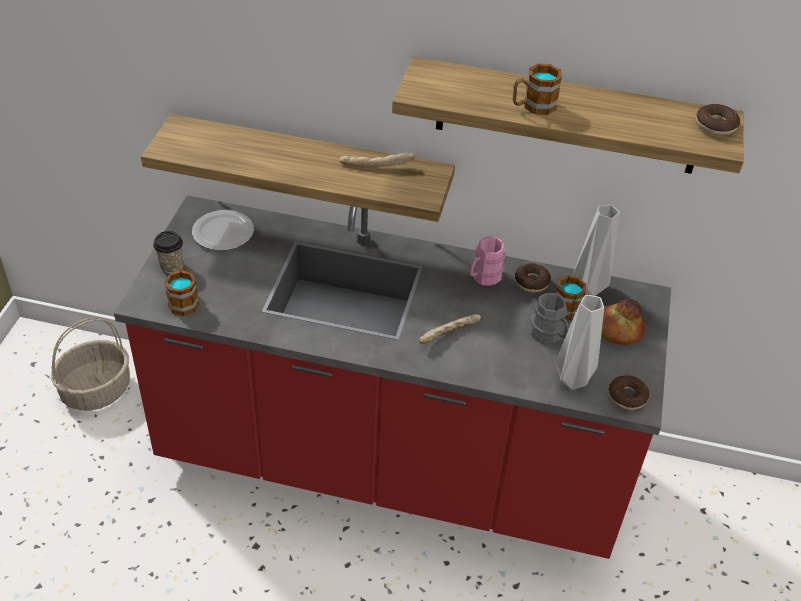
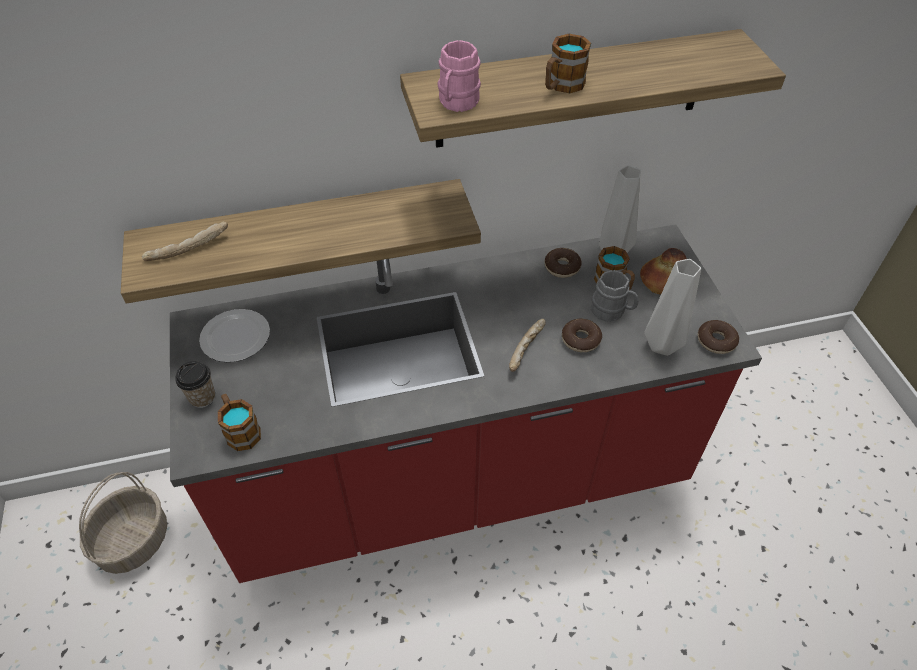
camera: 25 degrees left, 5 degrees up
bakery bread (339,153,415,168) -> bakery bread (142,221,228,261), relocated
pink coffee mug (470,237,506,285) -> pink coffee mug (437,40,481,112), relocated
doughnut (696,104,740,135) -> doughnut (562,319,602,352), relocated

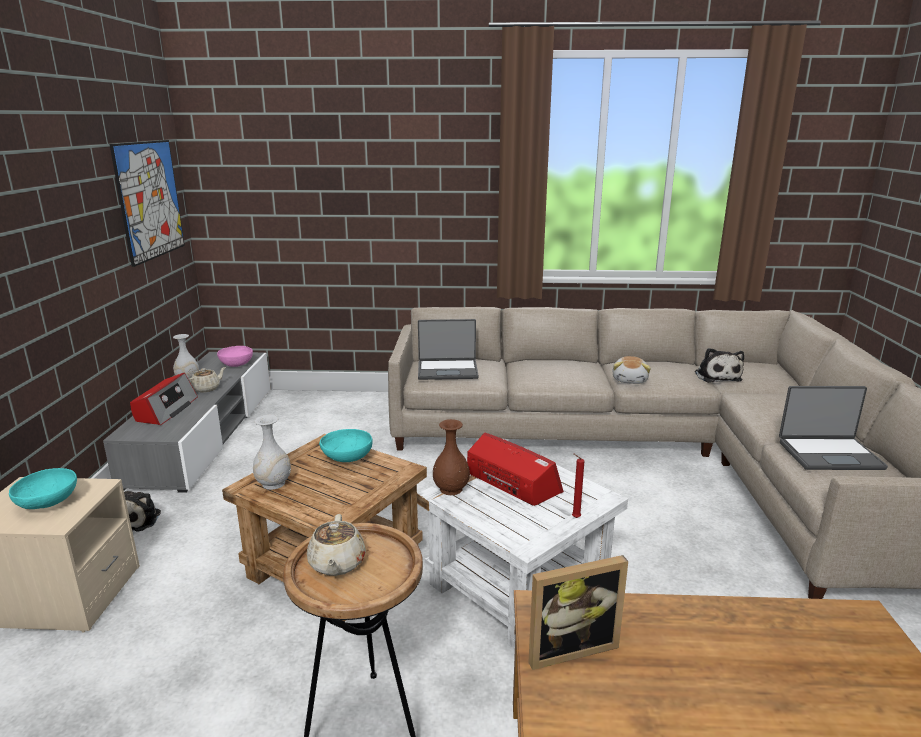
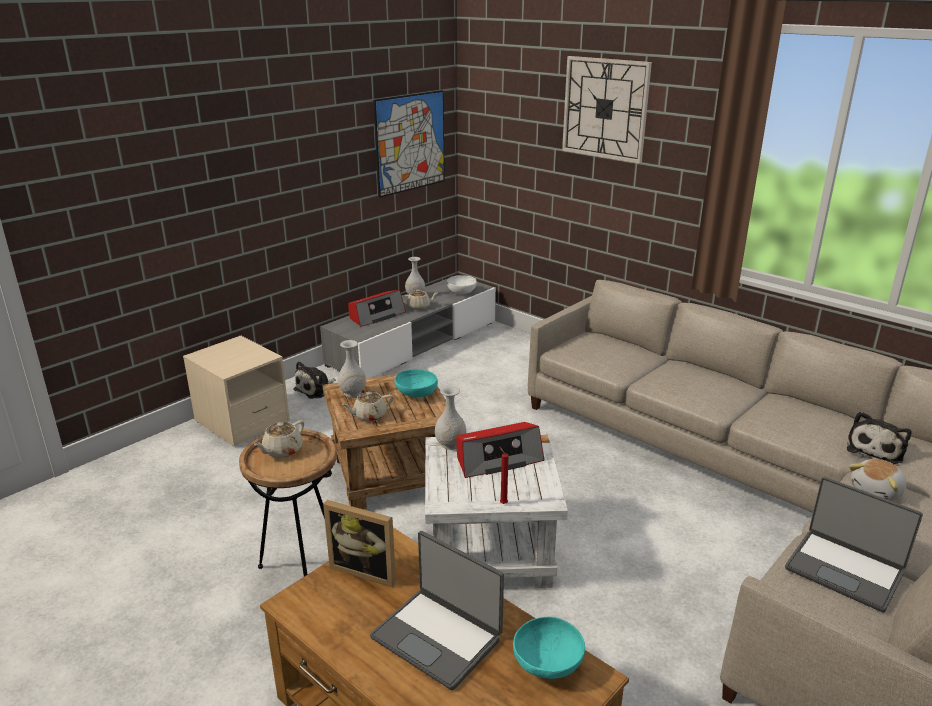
camera: 40 degrees right, 5 degrees up
none -> beige-coloured teapot (342,392,393,422)
portable computer (418,319,479,380) -> portable computer (370,531,504,690), relocated
brown-coloured decorative vase (433,419,470,495) -> white-coloured decorative vase (435,386,466,450)
pink bowl (217,346,253,367) -> white-coloured bowl (447,275,477,294)
radio set (467,433,564,506) -> radio set (456,422,544,478), 75 degrees clockwise
turquoise-coloured bowl (9,468,77,509) -> turquoise-coloured bowl (513,617,585,679), relocated
none -> hanging clock (562,56,652,164)
soft toy (613,356,651,384) -> soft toy (849,459,907,501), relocated

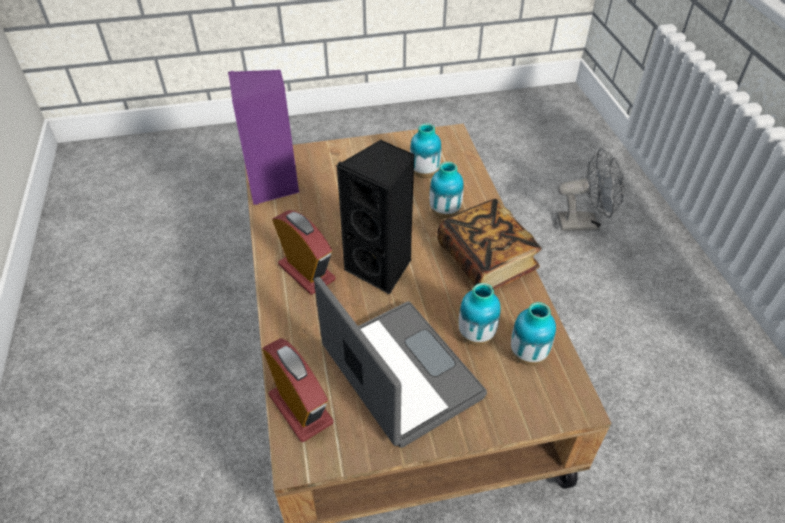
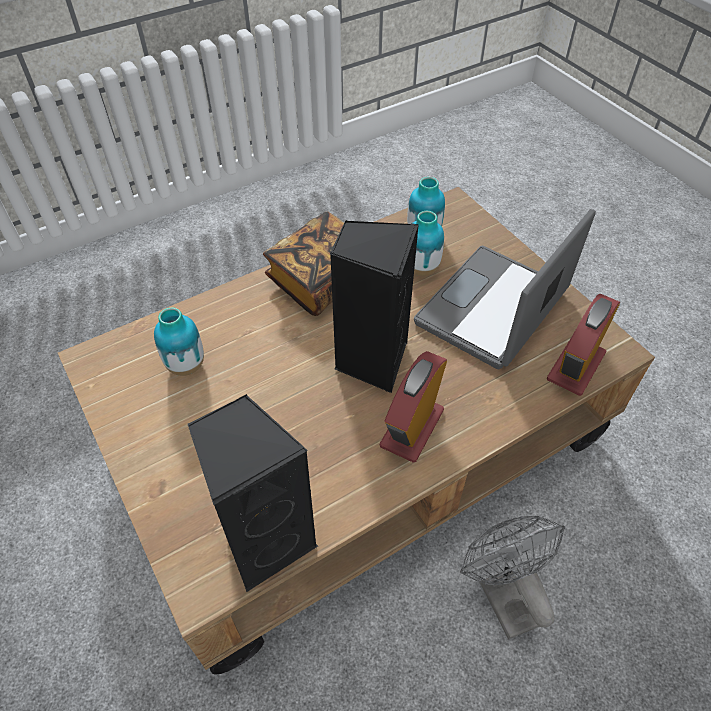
camera: 110 degrees left, 5 degrees up
purple-coloured speaker (228,70,299,205) -> black speaker (188,394,318,592)
gray fan (557,148,624,231) -> gray fan (460,516,565,639), relocated
decorative vase (430,162,464,219) -> none

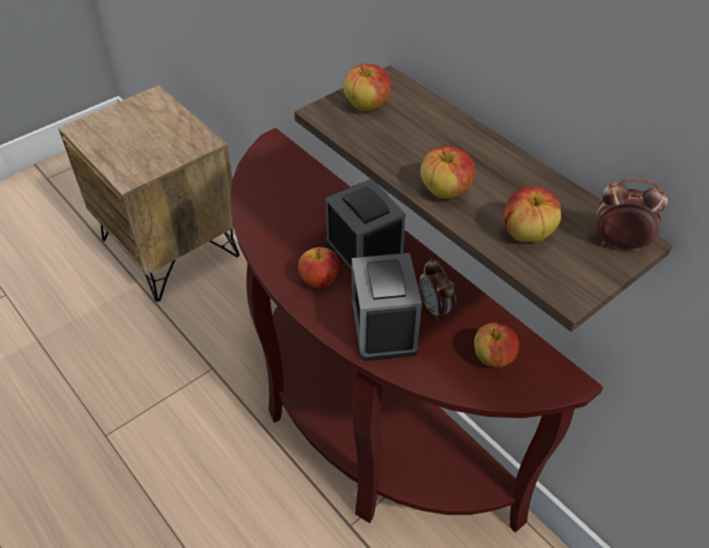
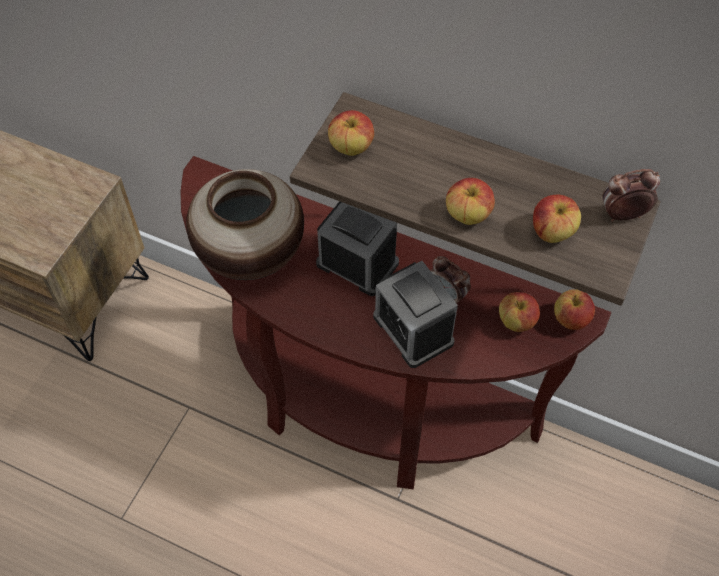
camera: 25 degrees left, 10 degrees up
none -> decorative vase (186,169,304,280)
whole apple (298,247,339,288) -> whole apple (554,289,595,330), relocated

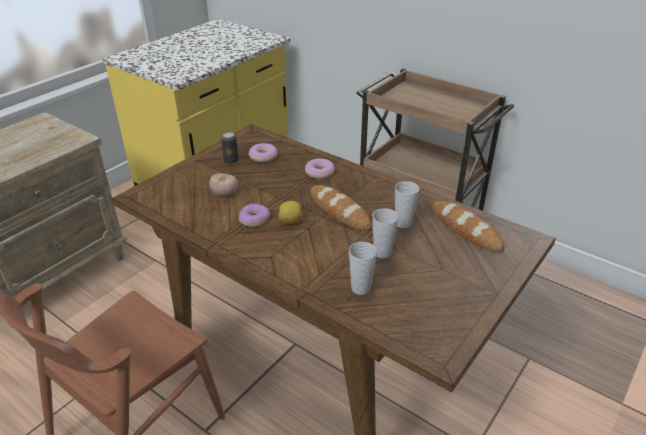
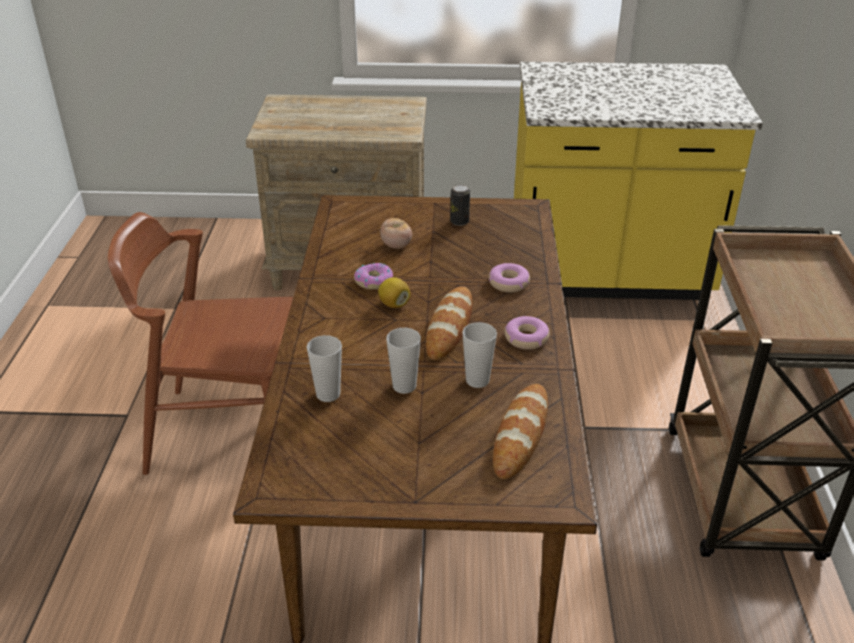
camera: 55 degrees right, 0 degrees up
doughnut (249,143,278,162) -> doughnut (504,316,550,349), relocated

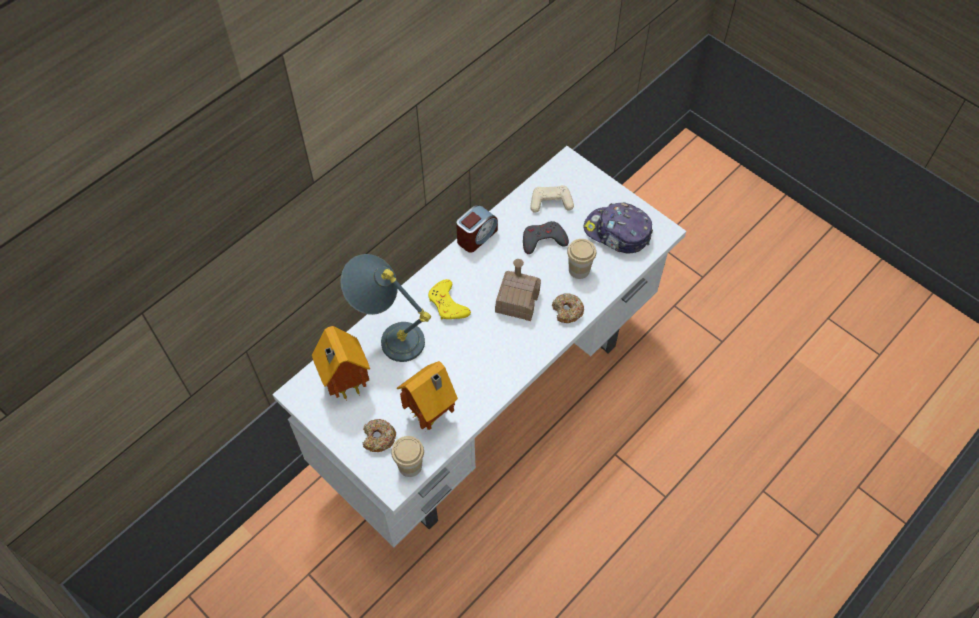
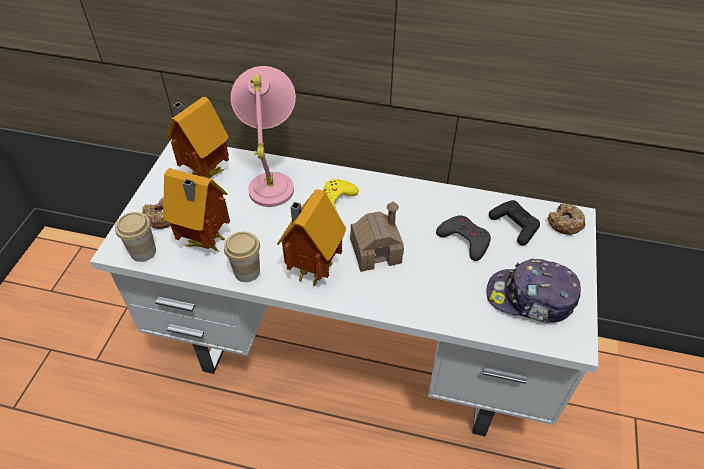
camera: 60 degrees right, 10 degrees down
drinking cup (567,239,596,279) -> drinking cup (224,232,260,282), relocated
gray tabletop lamp (341,254,431,362) -> pink tabletop lamp (231,66,296,207)
none -> toy house (277,189,346,288)
baseball cap (584,203,653,253) -> baseball cap (486,259,581,323), 75 degrees counterclockwise
beige-coloured game controller (530,185,574,213) -> black game controller (489,200,540,245)
doughnut (552,293,584,323) -> doughnut (547,203,585,235), relocated
table clock (456,205,498,253) -> none

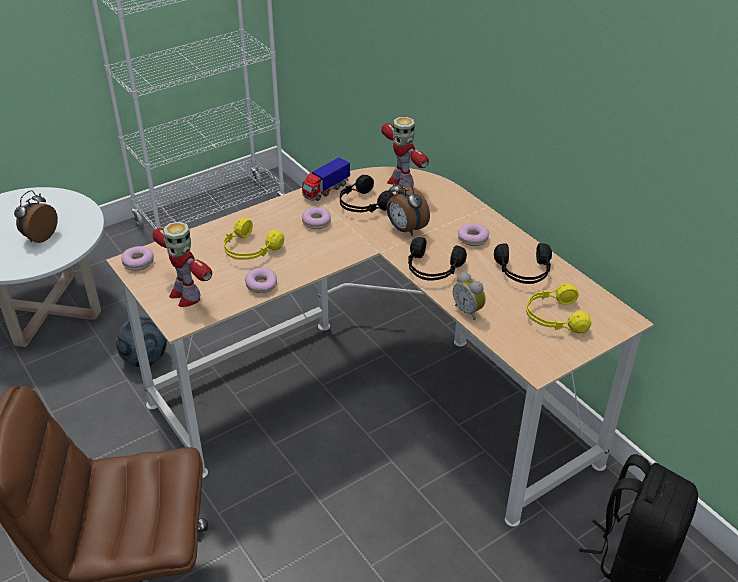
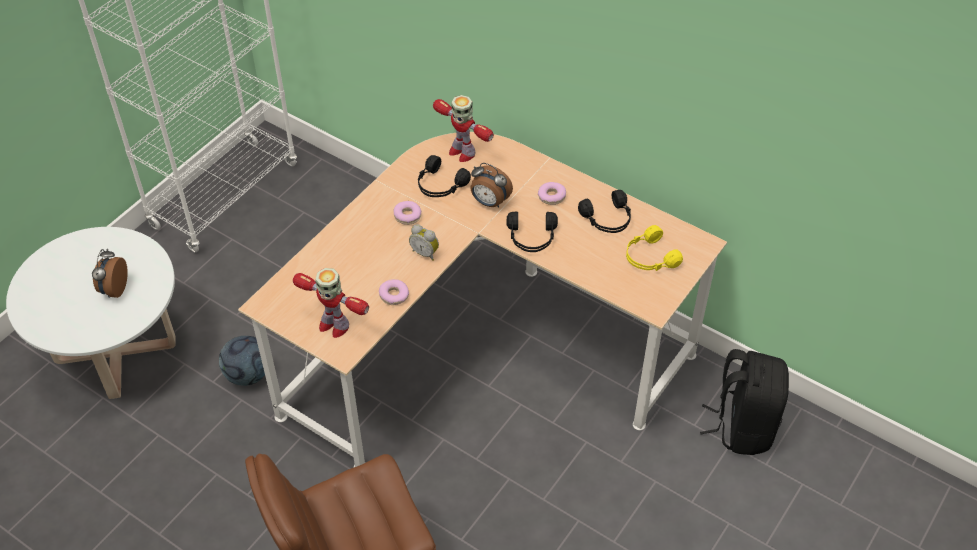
camera: 20 degrees left, 10 degrees up
table clock (453,272,486,320) -> table clock (409,224,439,261), relocated
doughnut (121,246,154,271) -> none
yellowish pair of headphones (224,218,284,260) -> none
toy truck (302,157,350,201) -> none

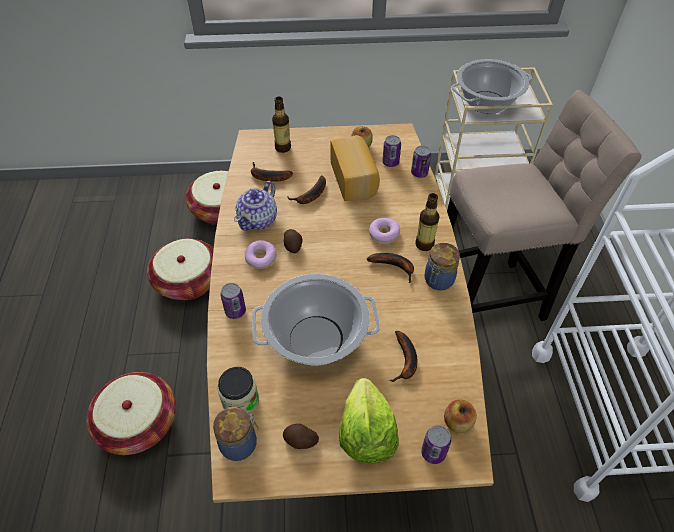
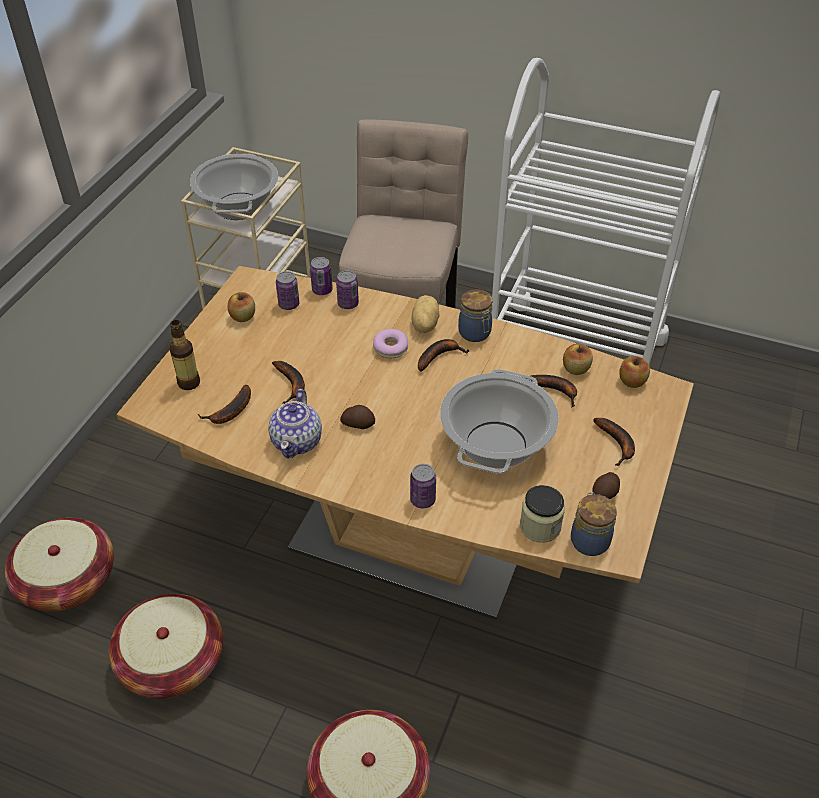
camera: 65 degrees left, 5 degrees down
teapot (234,181,277,231) -> teapot (268,389,322,458), 45 degrees clockwise
can (421,425,451,464) -> can (336,270,359,309), relocated
drink bottle (415,193,440,251) -> spud (411,295,440,333)
none -> whole apple (563,344,593,375)
lettuce head (339,378,399,464) -> banana fruit (593,418,635,466)
doughnut (245,240,277,269) -> none
bakery bread (330,135,380,201) -> none

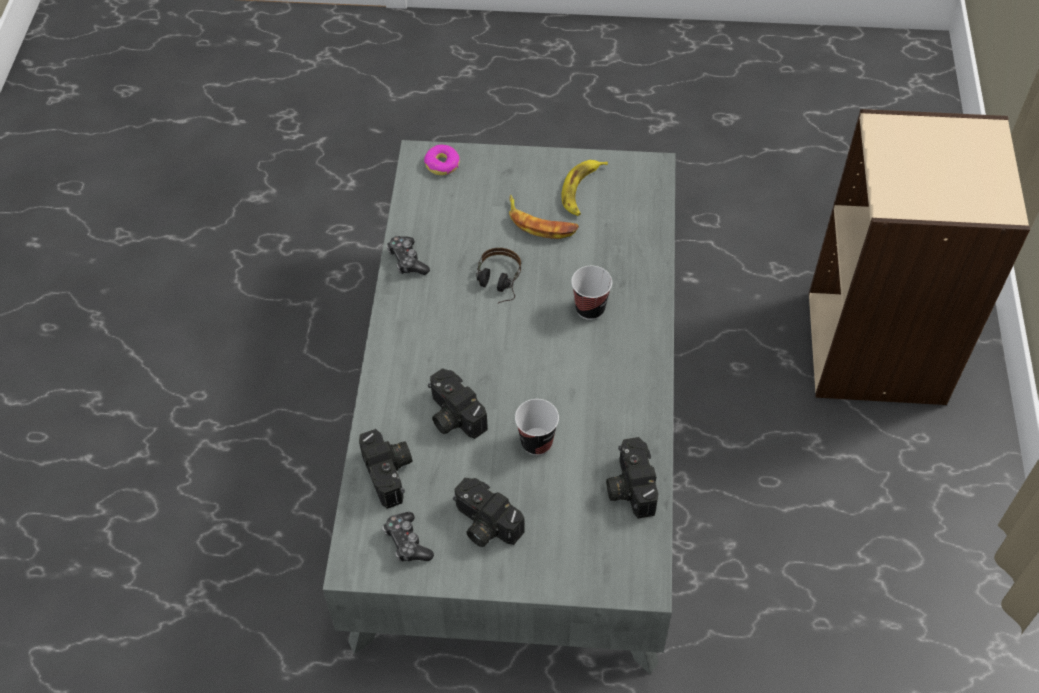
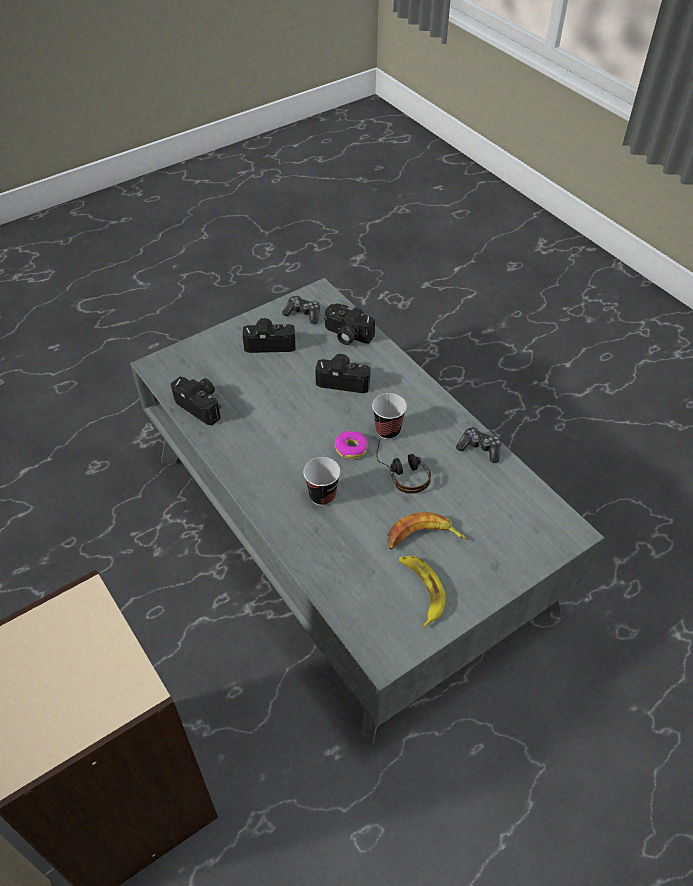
camera: 140 degrees right, 5 degrees down
doughnut (424,145,460,175) -> doughnut (335,431,368,459), relocated
drinking cup (515,399,559,455) -> drinking cup (372,393,407,440), relocated

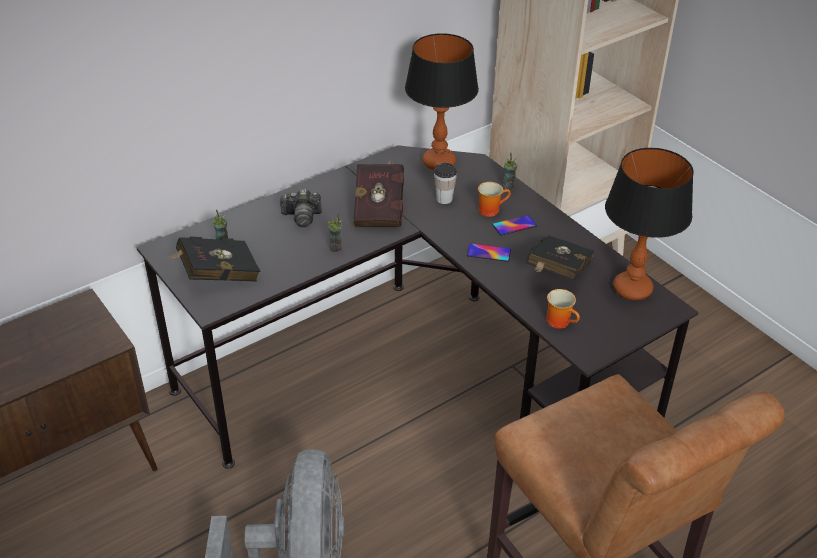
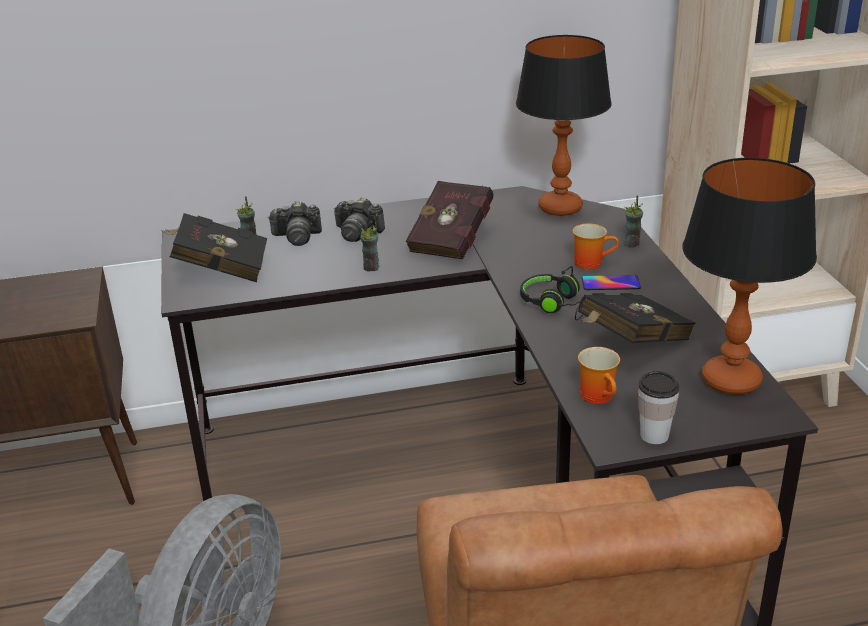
camera: 25 degrees right, 10 degrees down
none -> photo camera (269,201,322,246)
handset (467,243,511,262) -> black pair of headphones (520,266,583,320)
drinking cup (434,163,457,204) -> drinking cup (638,371,679,444), relocated

